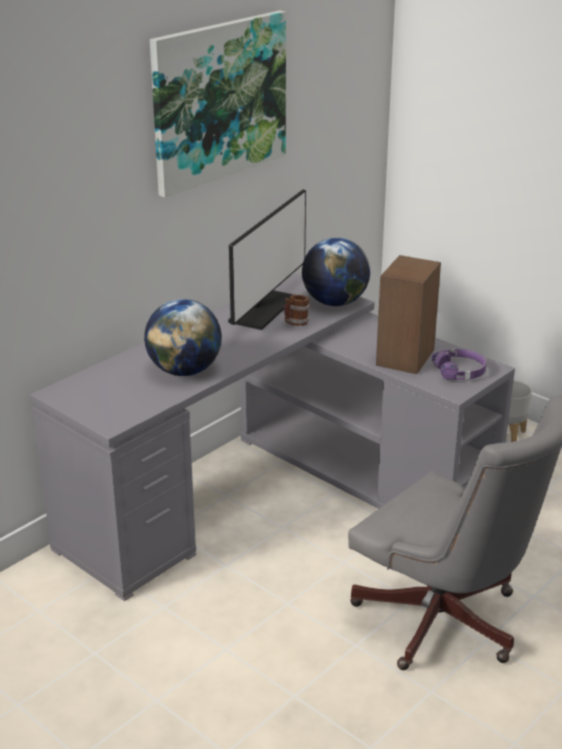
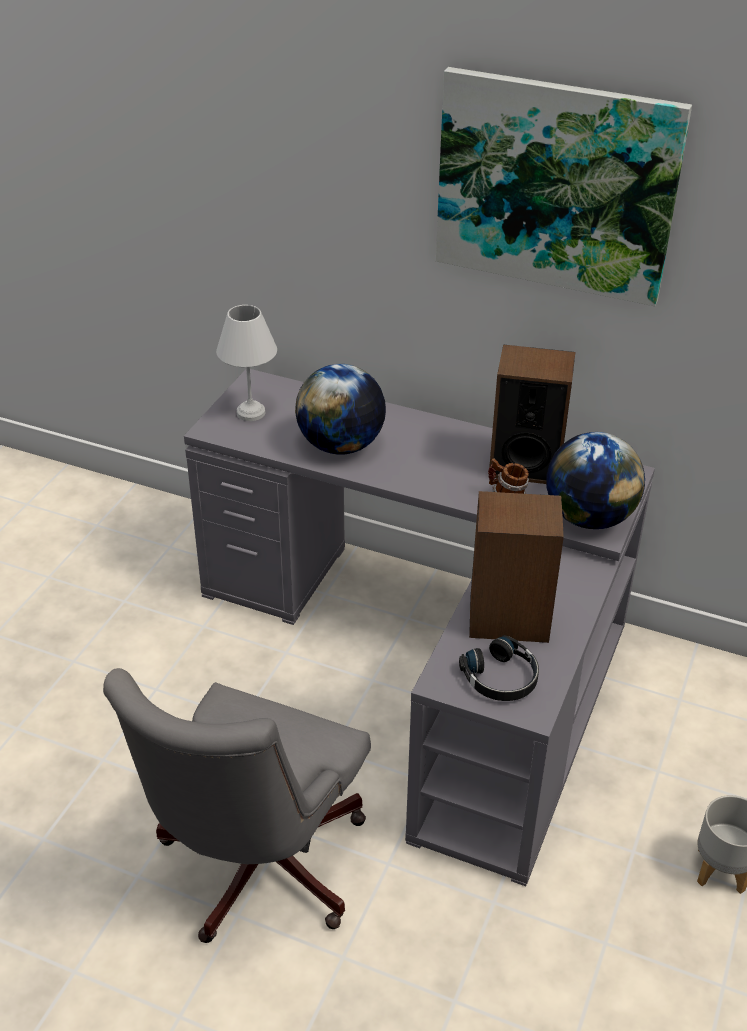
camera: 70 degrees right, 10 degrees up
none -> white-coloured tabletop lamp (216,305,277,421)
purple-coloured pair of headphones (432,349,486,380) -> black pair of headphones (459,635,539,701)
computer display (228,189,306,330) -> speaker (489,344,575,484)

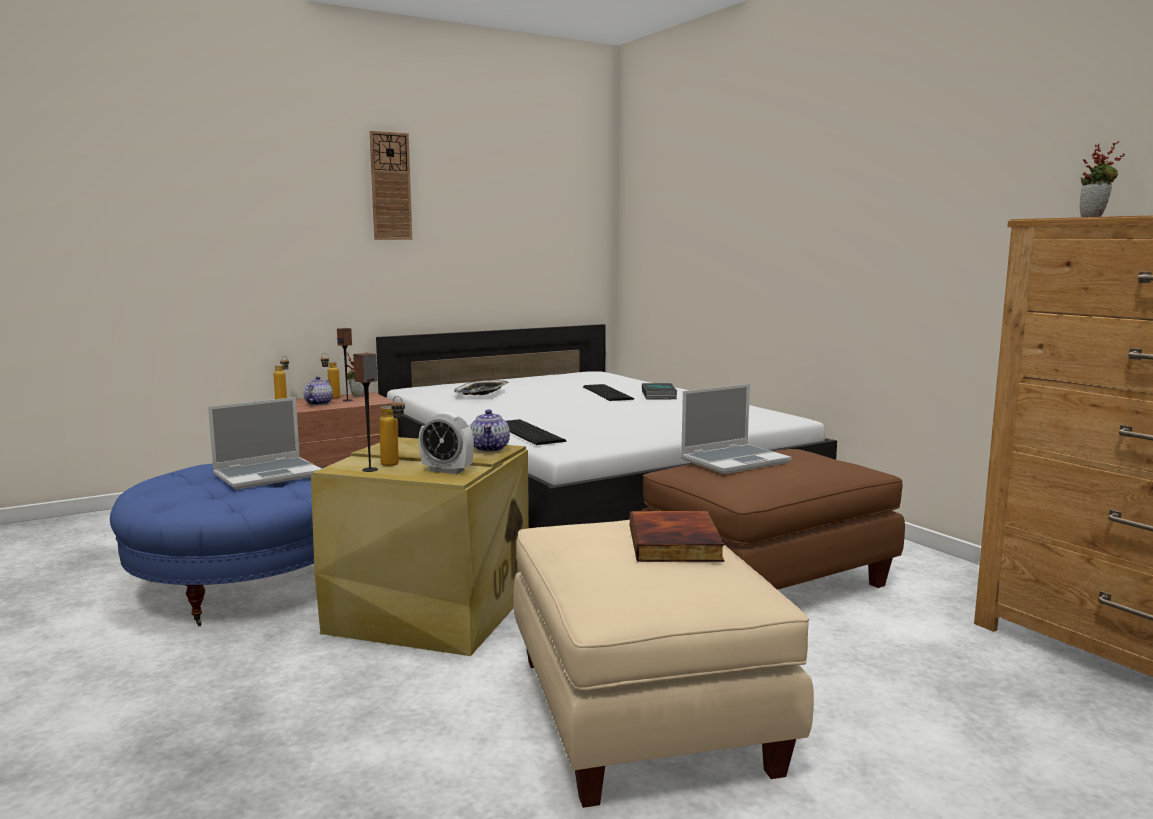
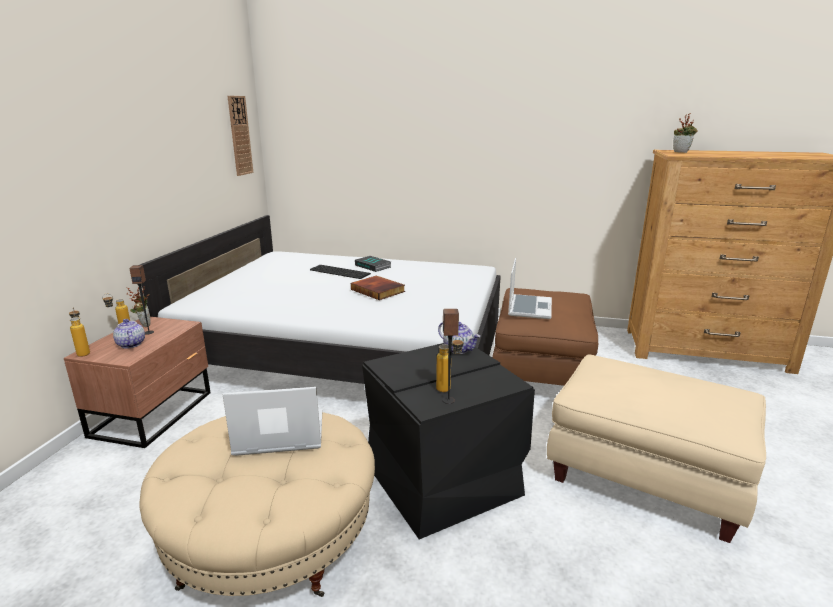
camera: 45 degrees left, 10 degrees up
blue-coloured ottoman (110,464,323,626) -> beige-coloured ottoman (139,412,375,597)
portable computer (208,397,322,490) -> portable computer (222,387,322,456), 105 degrees counterclockwise
hanging clock (370,131,412,240) -> hanging clock (228,96,253,176), relocated
bound book (630,511,724,562) -> bound book (351,276,405,300), relocated
beige-coloured storage container (311,437,529,656) -> black storage container (362,343,535,539)
table clock (419,412,474,474) -> none
serving tray (454,380,509,395) -> none
computer keyboard (506,419,566,445) -> none

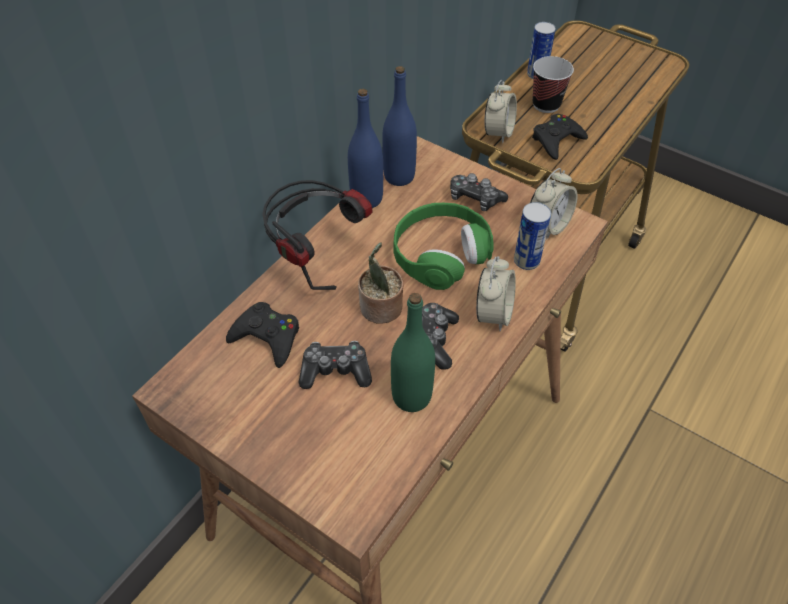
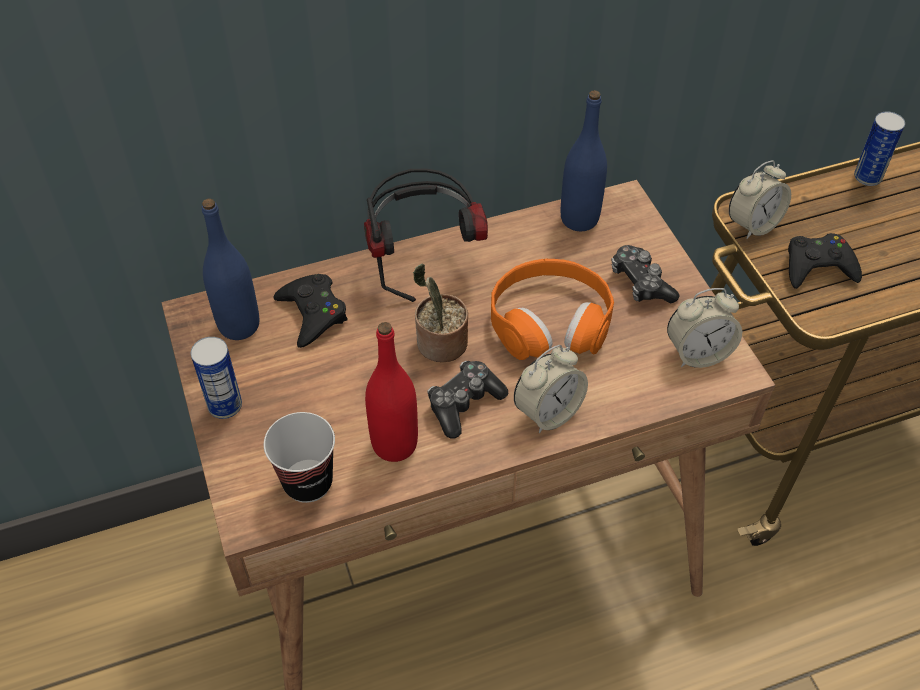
camera: 35 degrees right, 0 degrees up
can (514,202,551,270) -> can (191,337,242,419), relocated
blue-coloured drink bottle (348,89,383,208) -> blue-coloured drink bottle (202,198,259,340), relocated
drinking cup (533,56,574,113) -> drinking cup (264,412,335,503), relocated
greenish drink bottle (391,293,435,412) -> red drink bottle (365,322,418,462)
greenish pair of headphones (394,203,494,290) -> orangey pair of headphones (491,259,614,360)
game controller (299,341,372,389) -> none

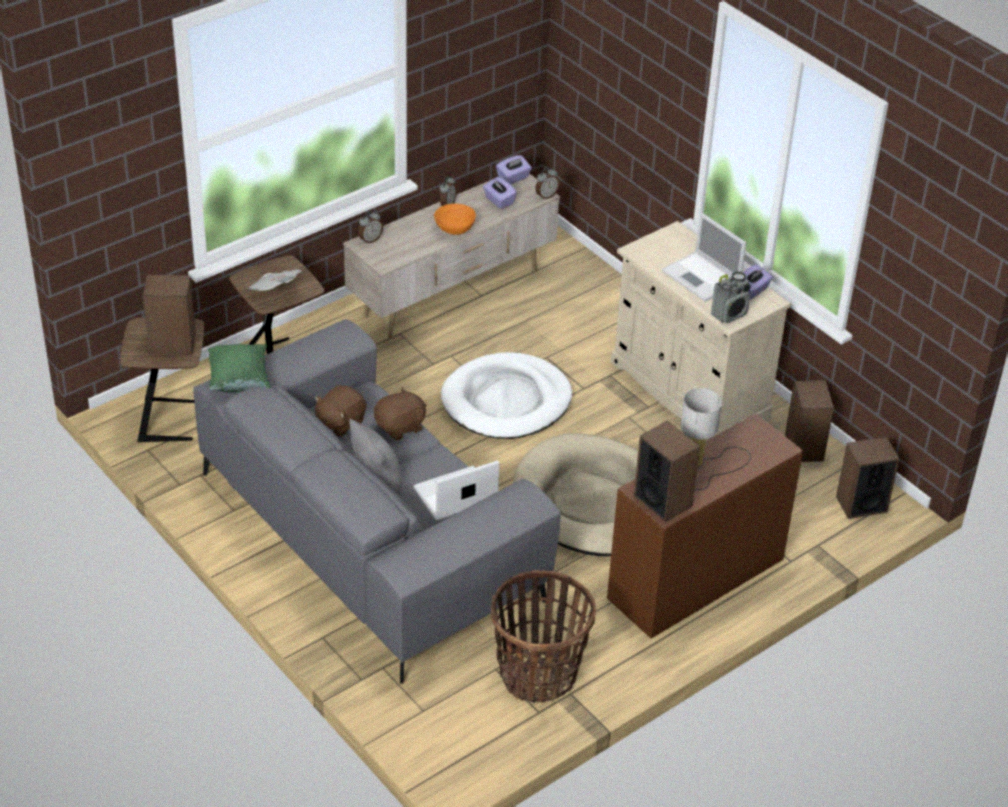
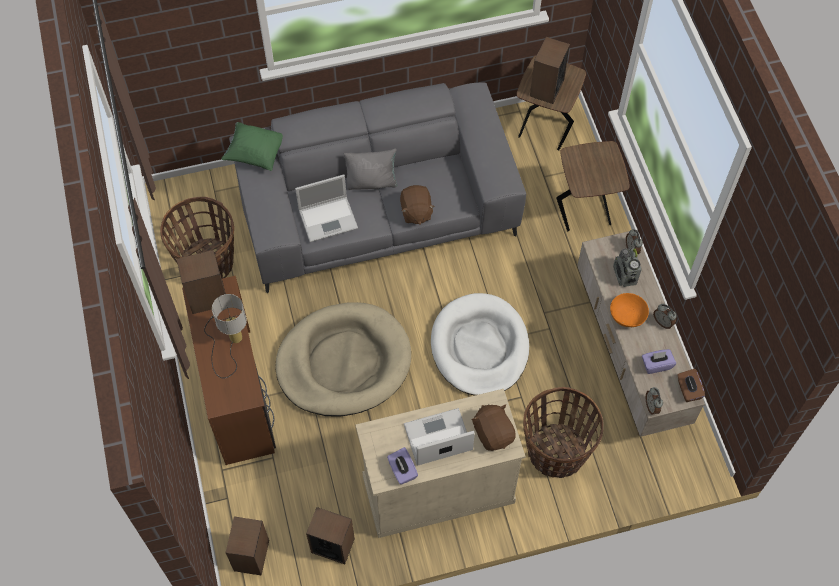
camera: 115 degrees right, 20 degrees up
greenish throw pillow (208,344,271,392) -> greenish throw pillow (221,122,283,171), relocated
portable computer (413,460,499,520) -> portable computer (295,174,358,242), 75 degrees clockwise
brown-coloured soft toy (314,385,367,437) -> brown-coloured soft toy (471,404,516,451), relocated
none -> basket (523,387,604,478)
radio set (711,271,751,323) -> radio set (613,247,642,287), relocated
purple-coloured tissue holder (496,155,532,184) -> brown-coloured tissue holder (677,369,705,402)
printed paper (246,269,302,291) -> none

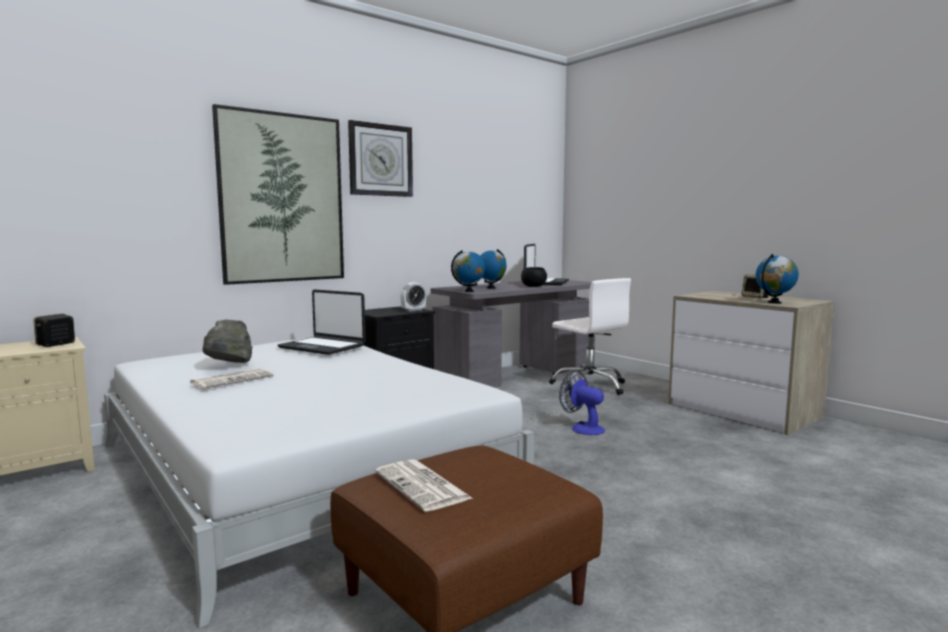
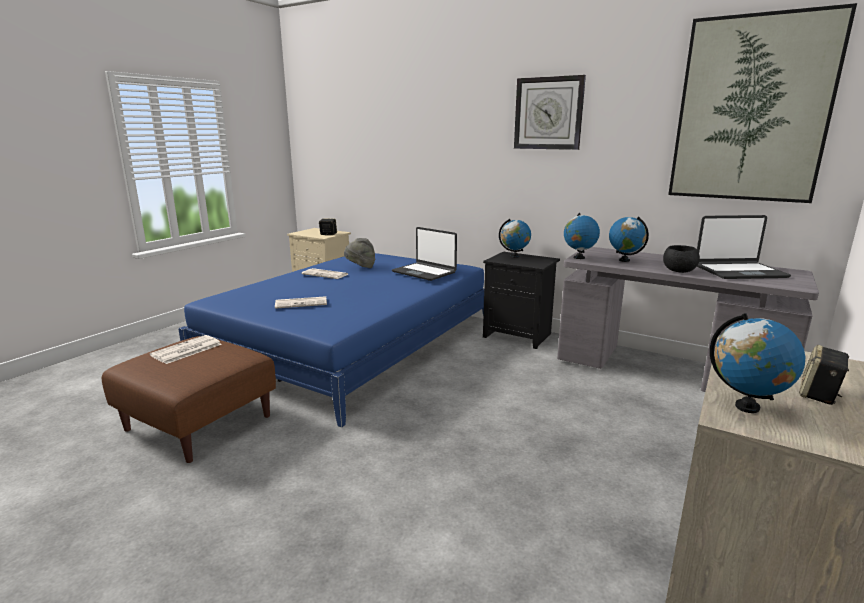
camera: 70 degrees right, 10 degrees up
white-coloured bedroom bed (104,338,535,629) -> blue-coloured bedroom bed (178,253,484,428)
none -> printed paper (275,296,327,309)
portable computer (278,289,366,355) -> portable computer (392,227,457,281), 60 degrees counterclockwise
none -> desk globe (499,219,531,258)
wall art (212,104,344,285) -> wall art (668,3,857,203), relocated
table clock (400,282,426,312) -> none
white-coloured desk chair (549,278,631,395) -> none
fan (559,370,605,435) -> none

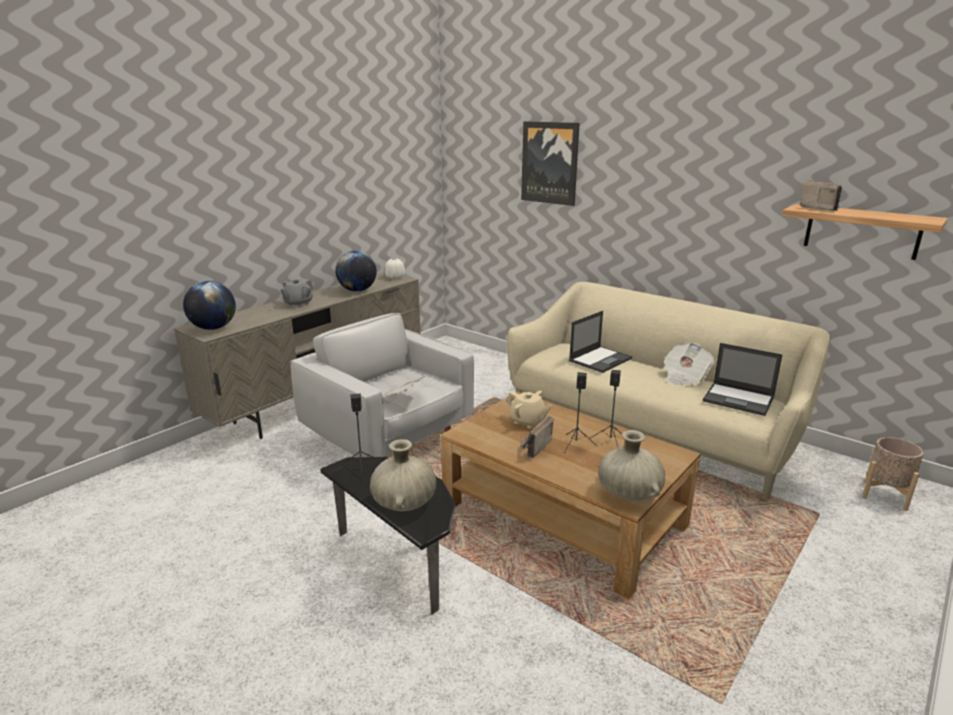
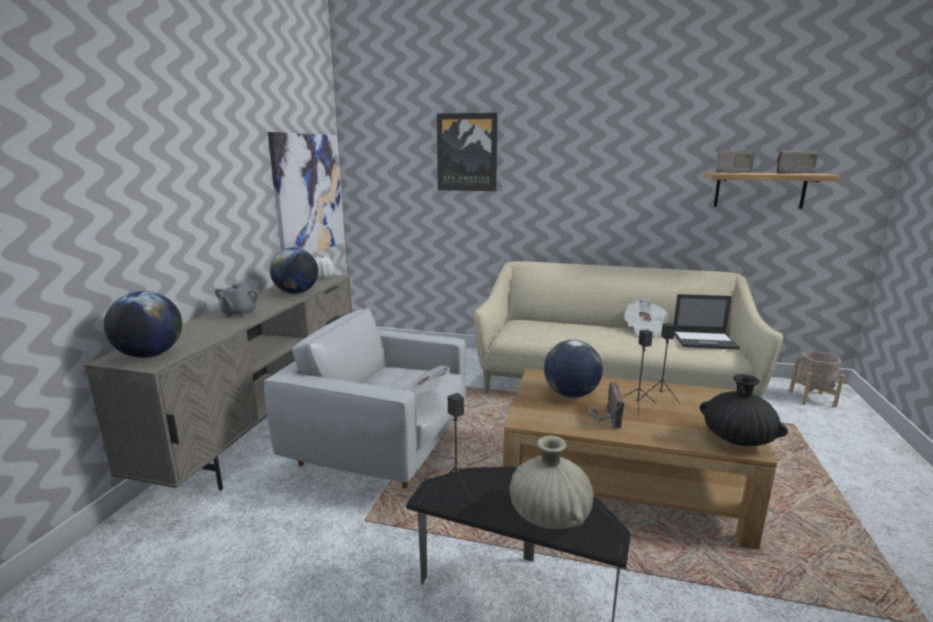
camera: 25 degrees left, 5 degrees down
none -> wall art (268,132,345,254)
beige-coloured teapot (507,391,552,429) -> desk globe (544,340,603,398)
beige-coloured decorative vase (598,430,665,501) -> black decorative vase (700,374,788,446)
none -> radio set (776,150,819,174)
portable computer (569,311,632,373) -> none

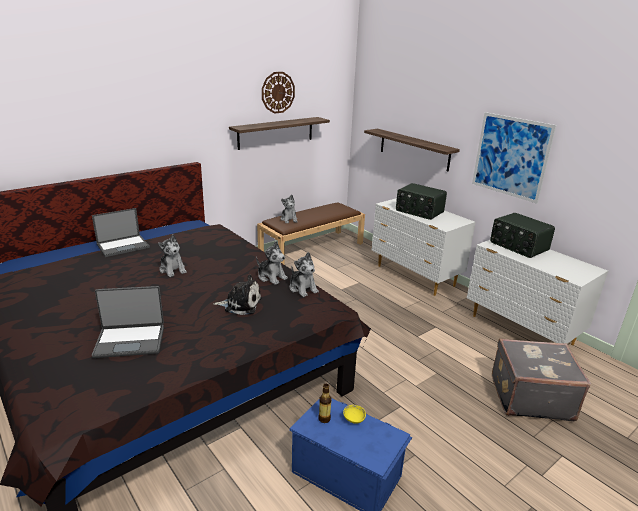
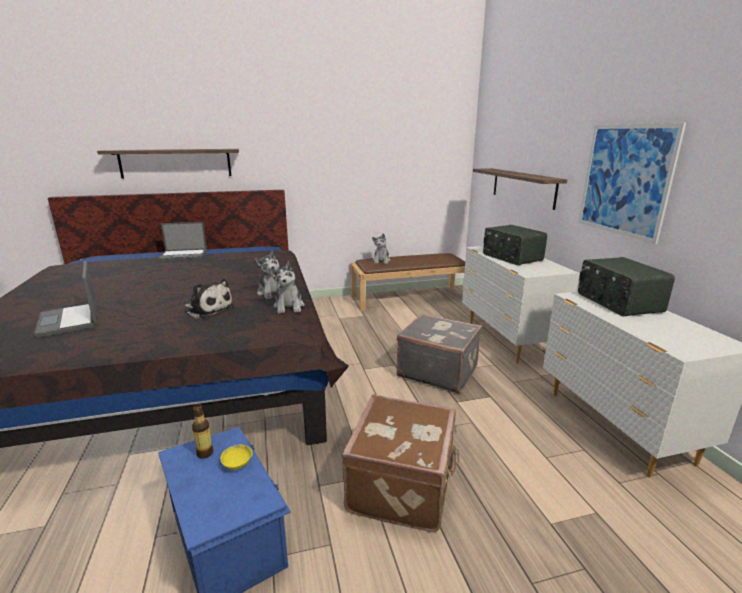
camera: 25 degrees right, 5 degrees down
portable computer (92,286,164,358) -> portable computer (34,261,97,338), 45 degrees clockwise
shelf (229,117,330,150) -> shelf (97,149,239,179), relocated
none -> brown-coloured piece of luggage (342,395,459,532)
gray piece of luggage (492,338,591,421) -> gray piece of luggage (397,313,482,393), relocated
soft toy (158,234,187,277) -> none
hanging clock (262,72,295,114) -> none

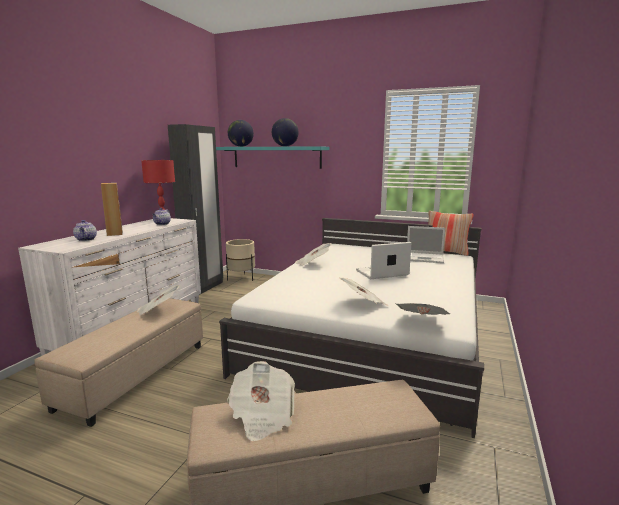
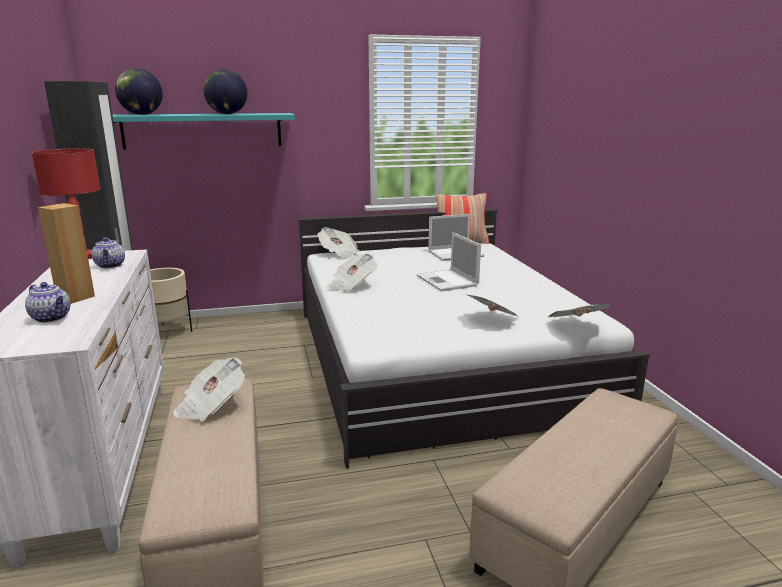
camera: 35 degrees left, 5 degrees up
printed paper (227,361,295,442) -> printed paper (317,227,359,259), relocated
portable computer (356,242,411,280) -> portable computer (417,232,481,291), 60 degrees counterclockwise

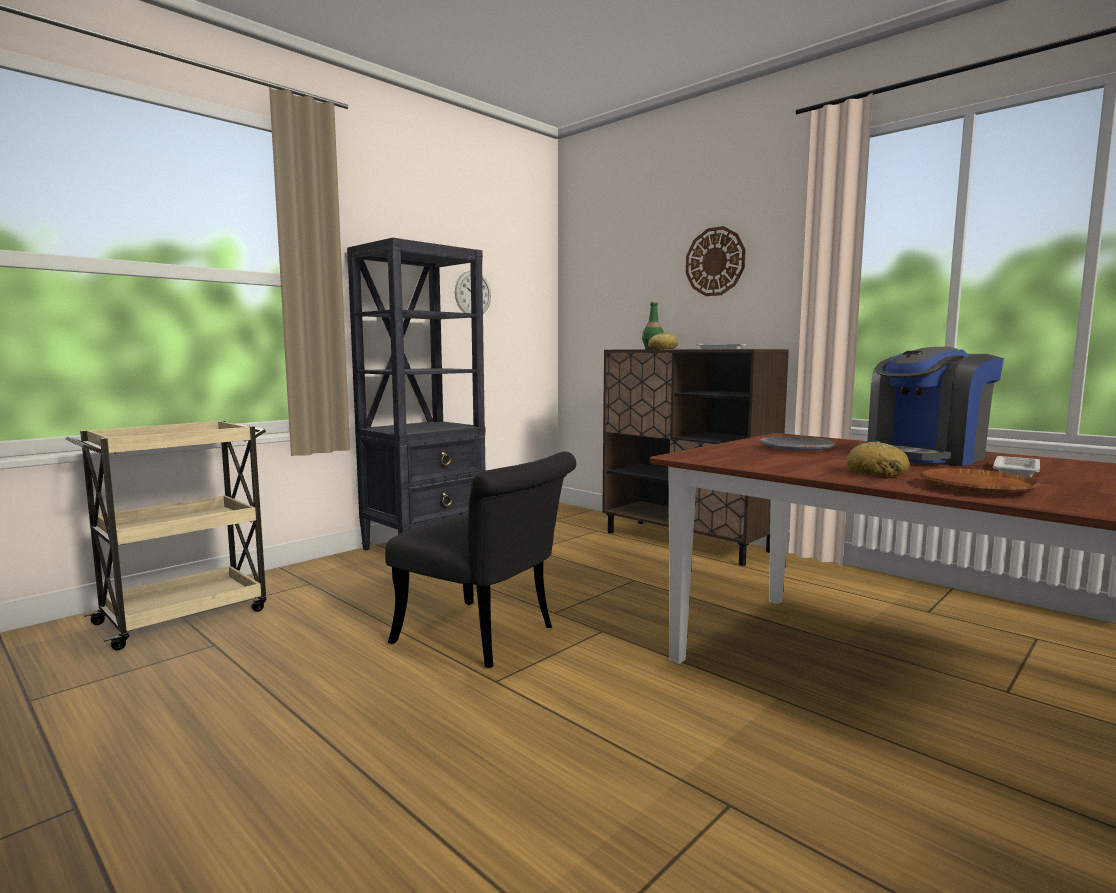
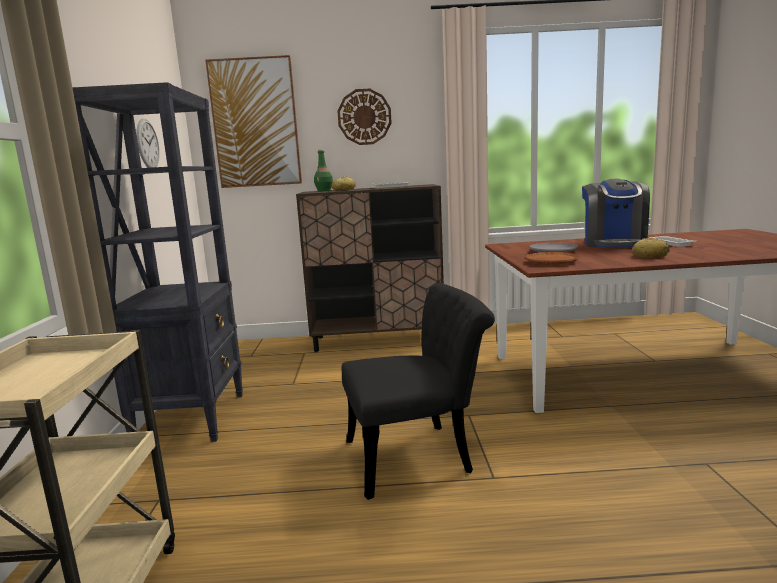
camera: 45 degrees left, 5 degrees up
none -> wall art (205,55,302,188)
brown-coloured plate (920,468,1041,494) -> brown-coloured plate (524,252,580,264), relocated

